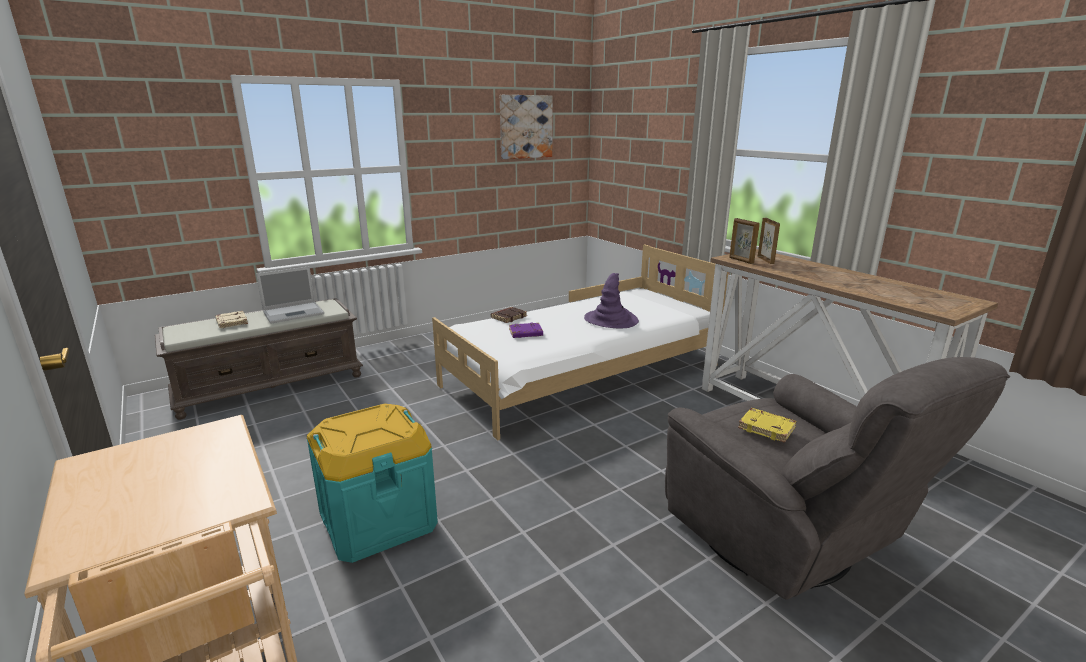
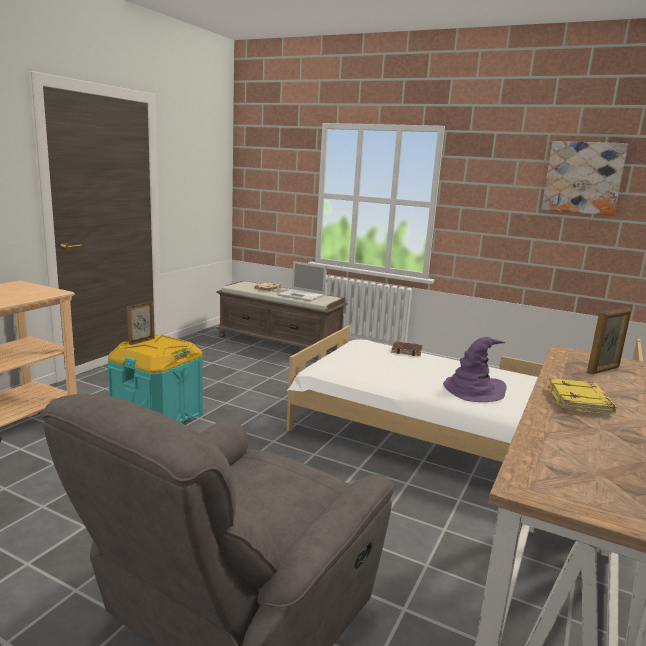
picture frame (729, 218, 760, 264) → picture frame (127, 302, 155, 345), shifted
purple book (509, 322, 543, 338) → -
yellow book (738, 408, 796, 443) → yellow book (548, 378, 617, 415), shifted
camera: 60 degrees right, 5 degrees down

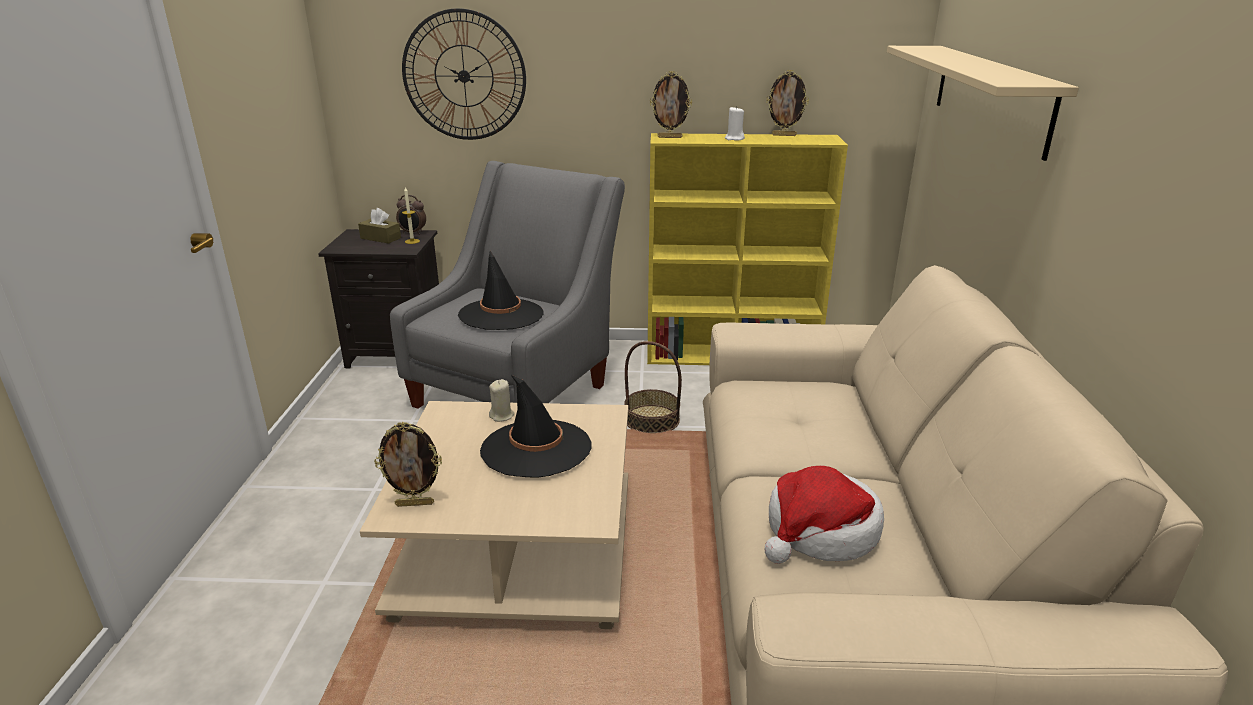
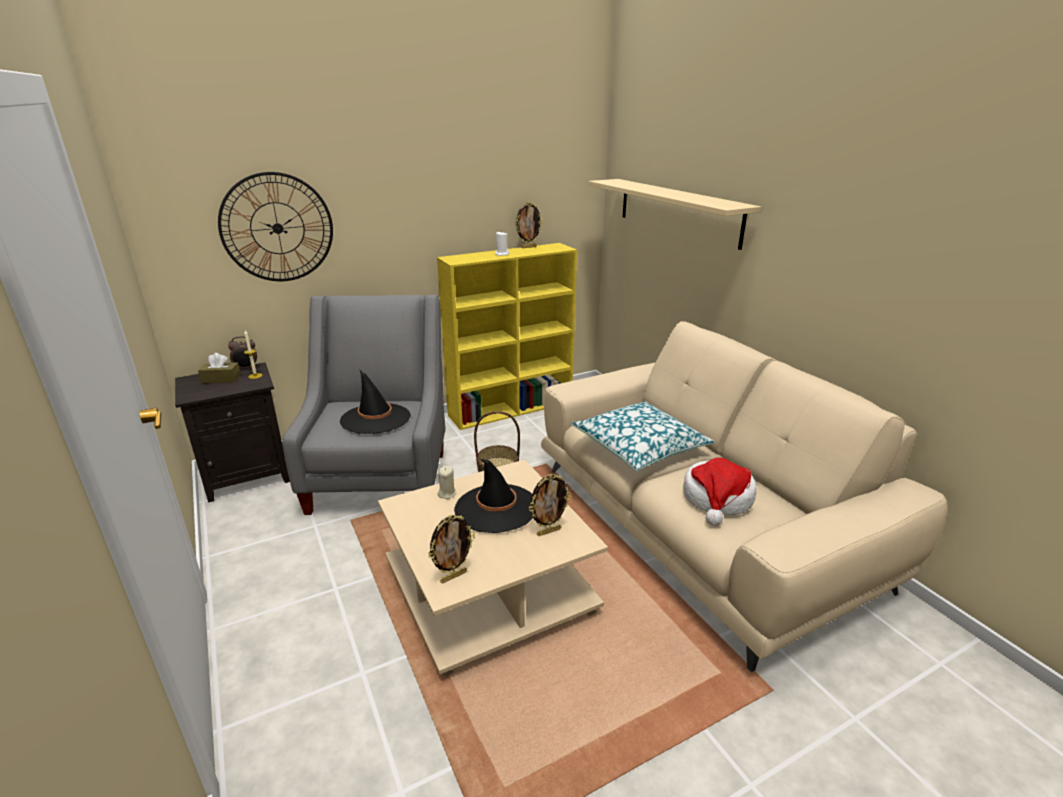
picture frame (650, 71, 692, 138) → picture frame (528, 474, 571, 536), shifted
- → pillow (572, 401, 715, 471)
camera: 30 degrees left, 0 degrees up

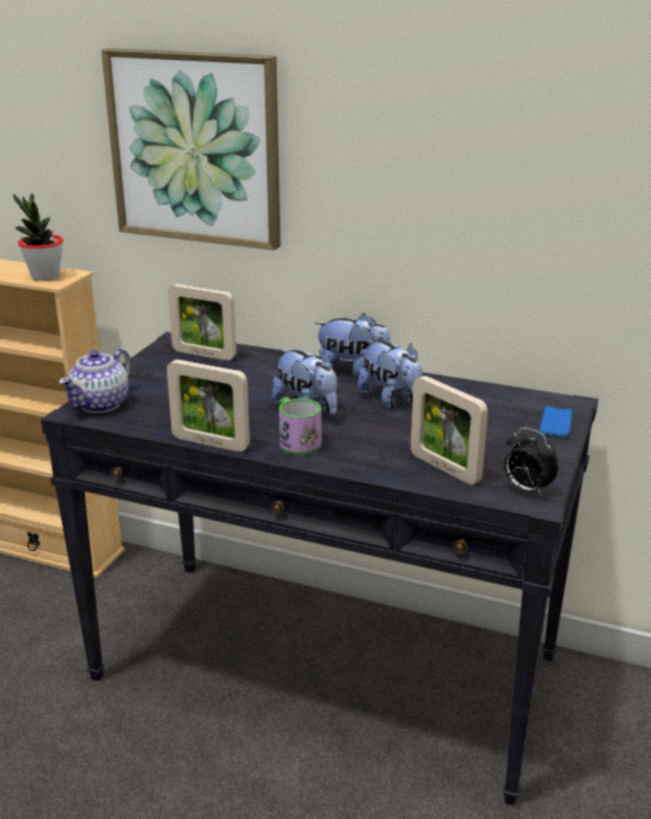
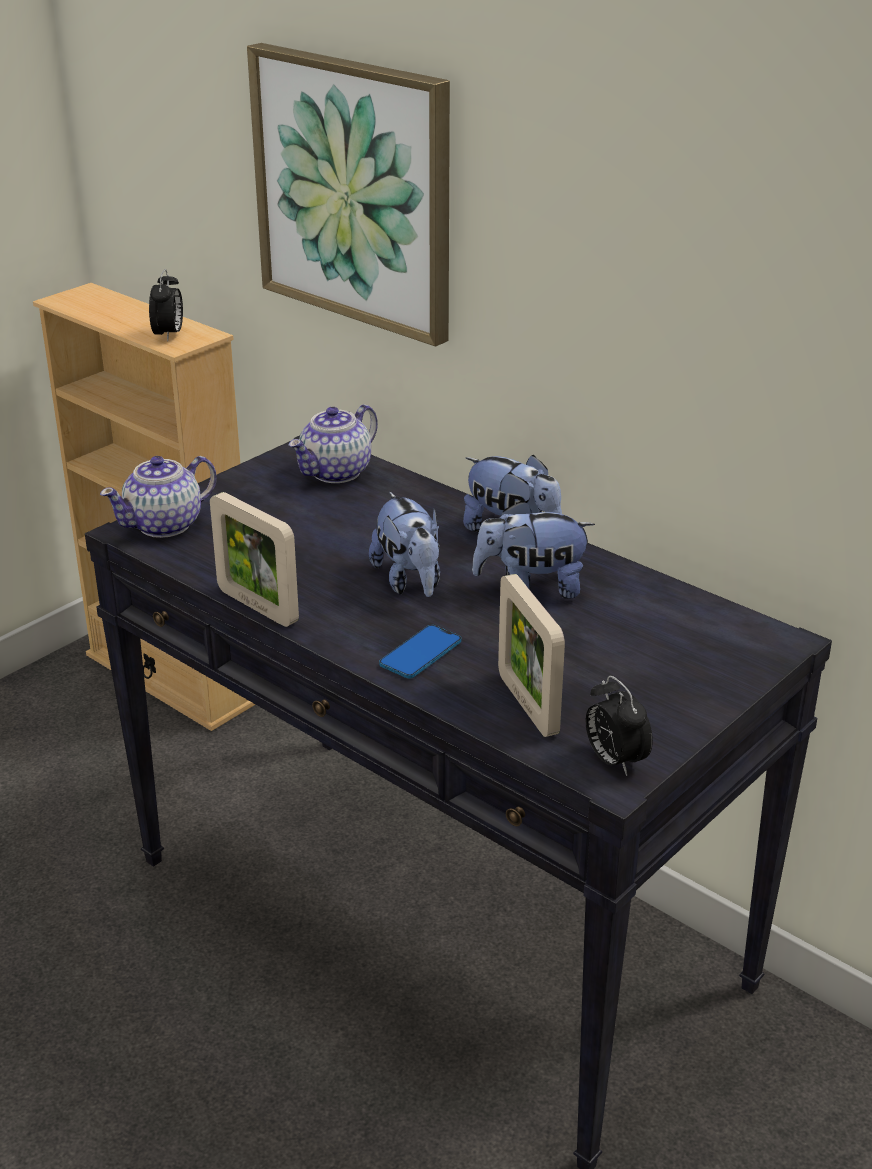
potted plant (13, 194, 63, 281) → alarm clock (149, 269, 183, 342)
picture frame (168, 284, 236, 361) → teapot (289, 404, 378, 483)
plush toy (357, 340, 423, 409) → plush toy (472, 500, 595, 599), 105 degrees clockwise
mug (279, 397, 321, 455) → -
phone (539, 406, 574, 438) → phone (379, 625, 461, 679), shifted
camera: 20 degrees right, 5 degrees up

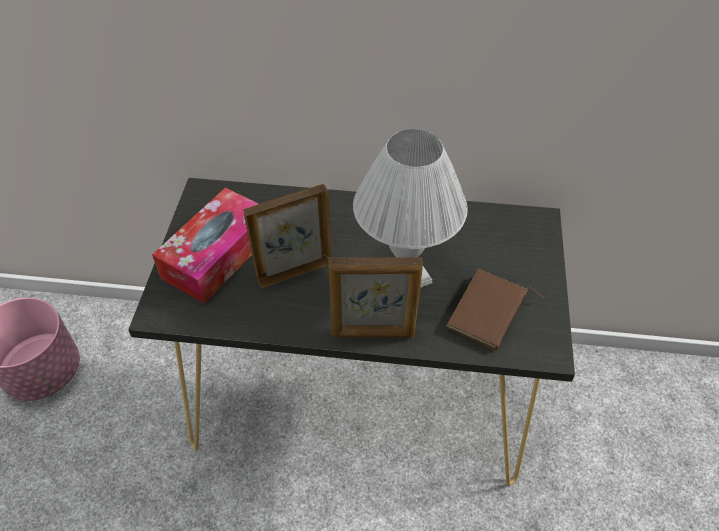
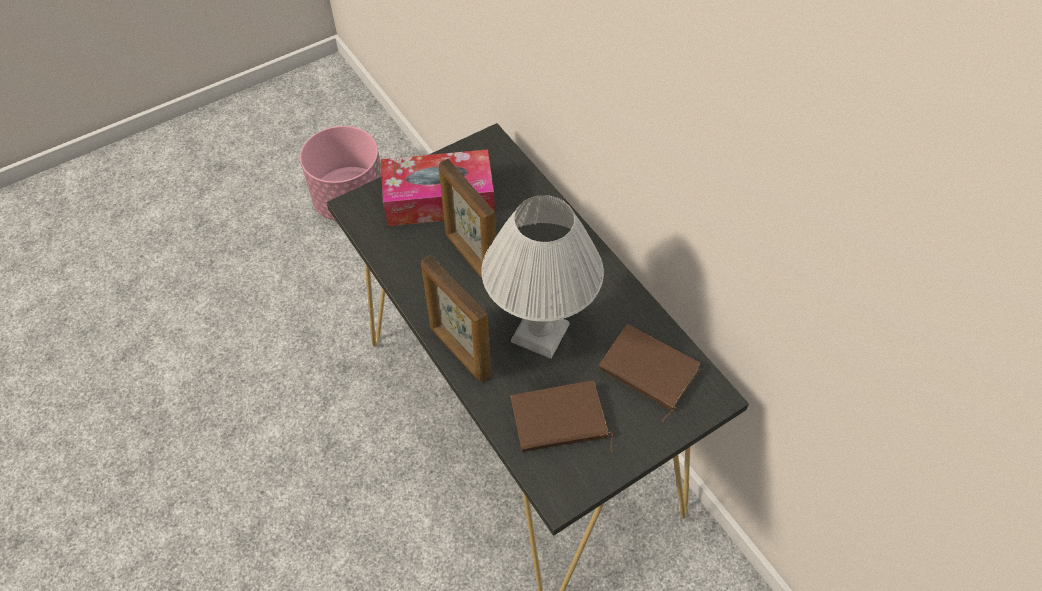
picture frame (244, 184, 332, 289) → picture frame (439, 159, 496, 279), 150 degrees counterclockwise
- → brown book (599, 324, 700, 423)
camera: 50 degrees right, 5 degrees up

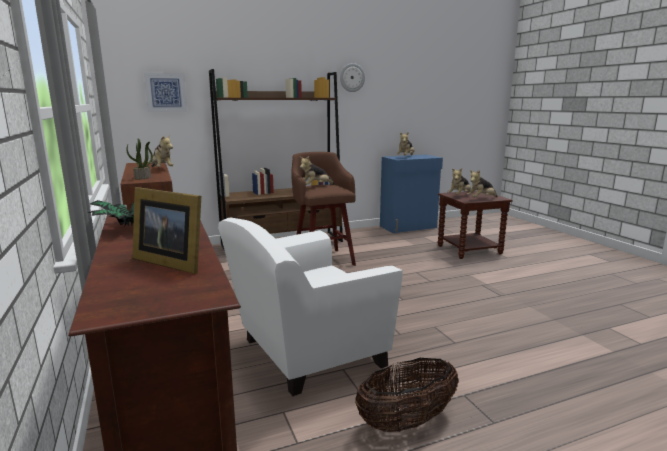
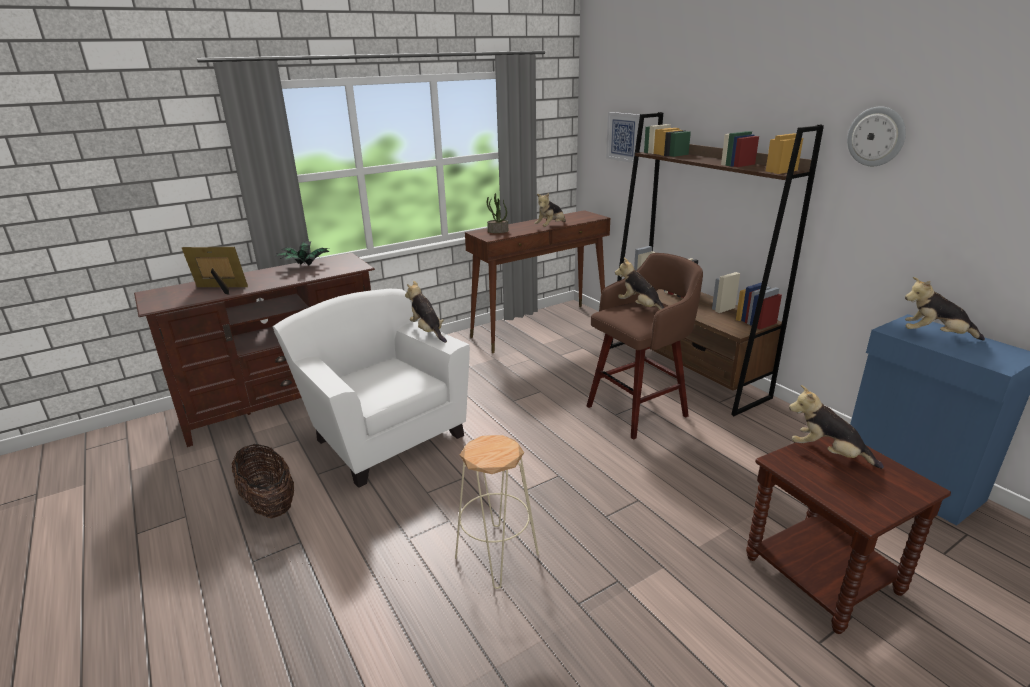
plush toy (467, 170, 498, 197) → plush toy (405, 281, 447, 343), shifted
picture frame (132, 187, 201, 274) → picture frame (182, 247, 248, 295), 75 degrees clockwise
- → beige stool (455, 435, 539, 589)
camera: 80 degrees right, 10 degrees up

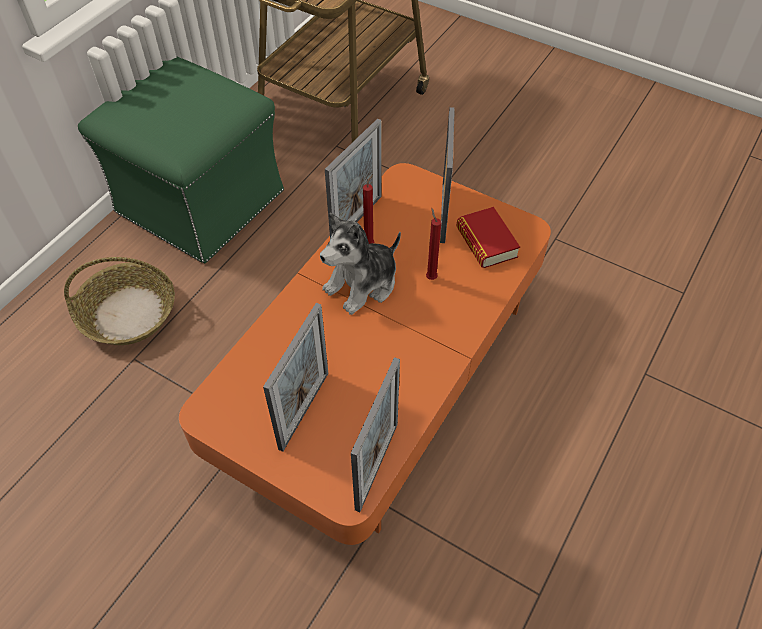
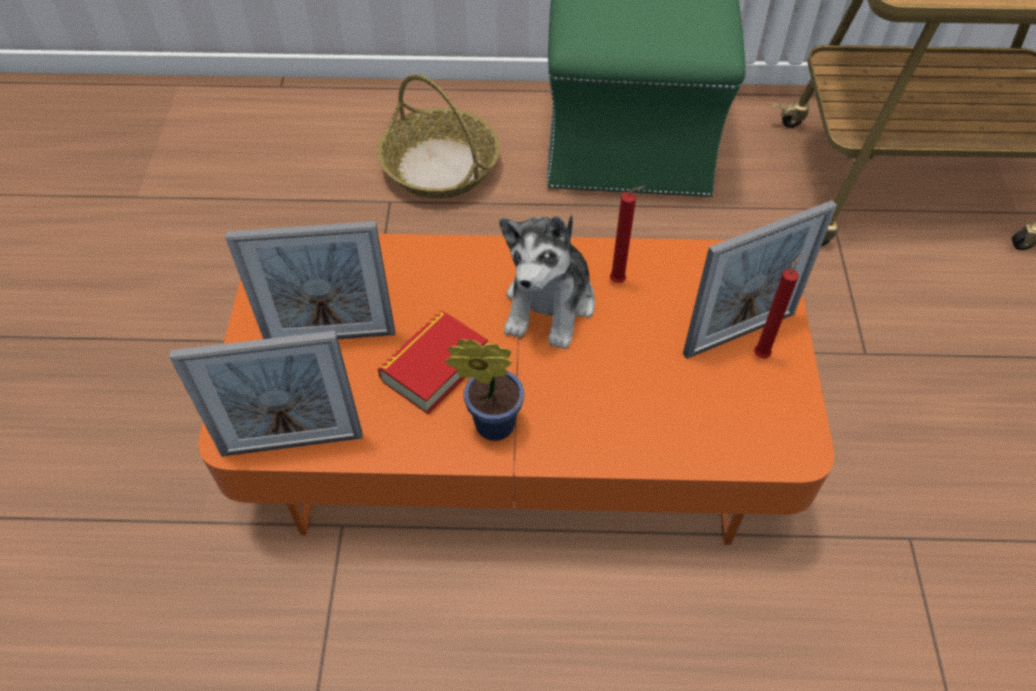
picture frame (325, 118, 381, 237) → -
book (456, 207, 520, 268) → book (378, 311, 488, 414), shifted
red candle (426, 208, 441, 280) → red candle (754, 254, 801, 358), shifted
plush toy (320, 213, 401, 315) → plush toy (499, 214, 595, 350), 90 degrees counterclockwise
- → potted plant (445, 339, 524, 441)
camera: 60 degrees right, 0 degrees up

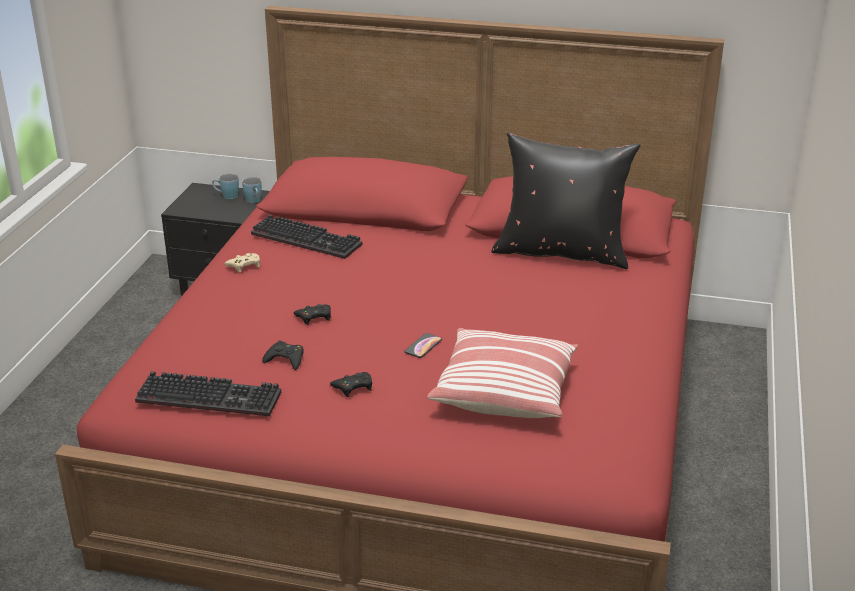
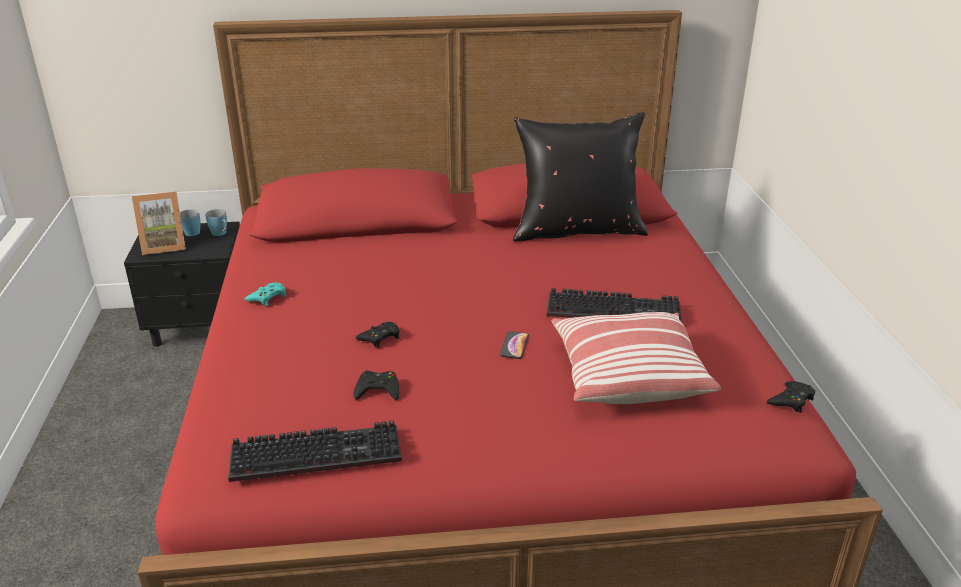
keyboard (251, 215, 362, 259) → keyboard (547, 288, 682, 322), shifted
beige game controller (224, 253, 260, 273) → turquoise game controller (245, 282, 286, 306)
black game controller (330, 372, 372, 397) → black game controller (766, 381, 815, 413), shifted
- → picture frame (132, 191, 186, 255)
camera: 20 degrees left, 0 degrees up

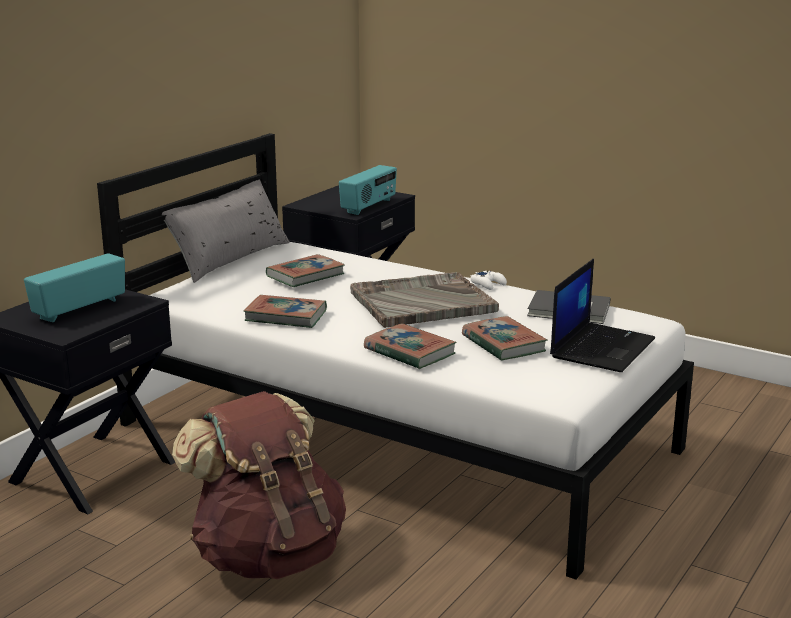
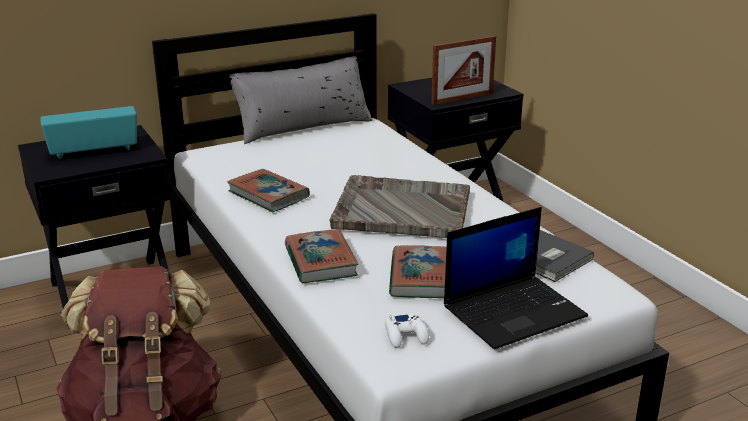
radio (339, 165, 397, 215) → picture frame (431, 36, 496, 105)
book (266, 254, 345, 287) → -
white game controller (470, 271, 507, 290) → white game controller (385, 313, 429, 348), shifted
camera: 30 degrees right, 5 degrees up

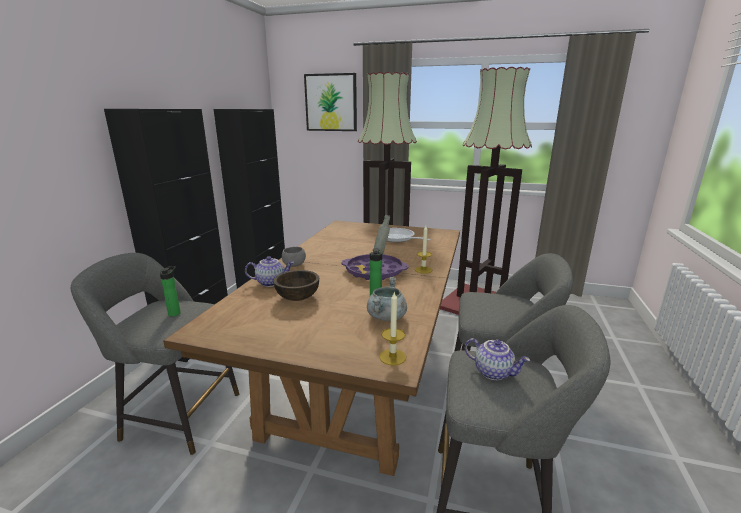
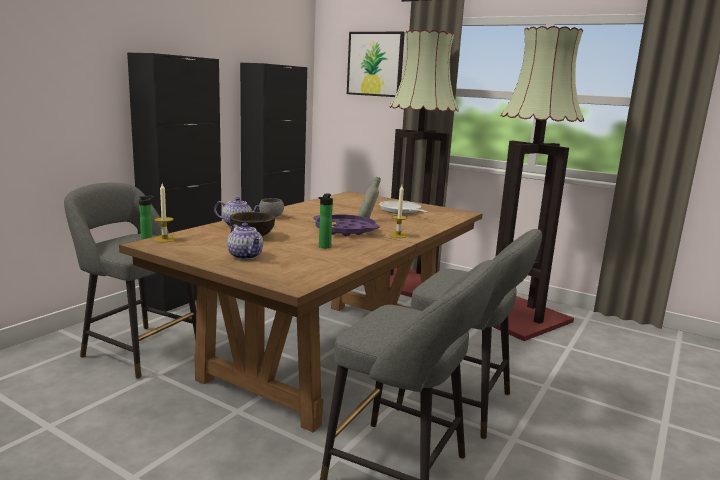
grey cooking pot (367, 277, 407, 321) → -
candle (379, 291, 406, 365) → candle (154, 184, 176, 242), shifted
teapot (465, 338, 530, 380) → teapot (227, 223, 263, 260), shifted
camera: 15 degrees right, 5 degrees down

